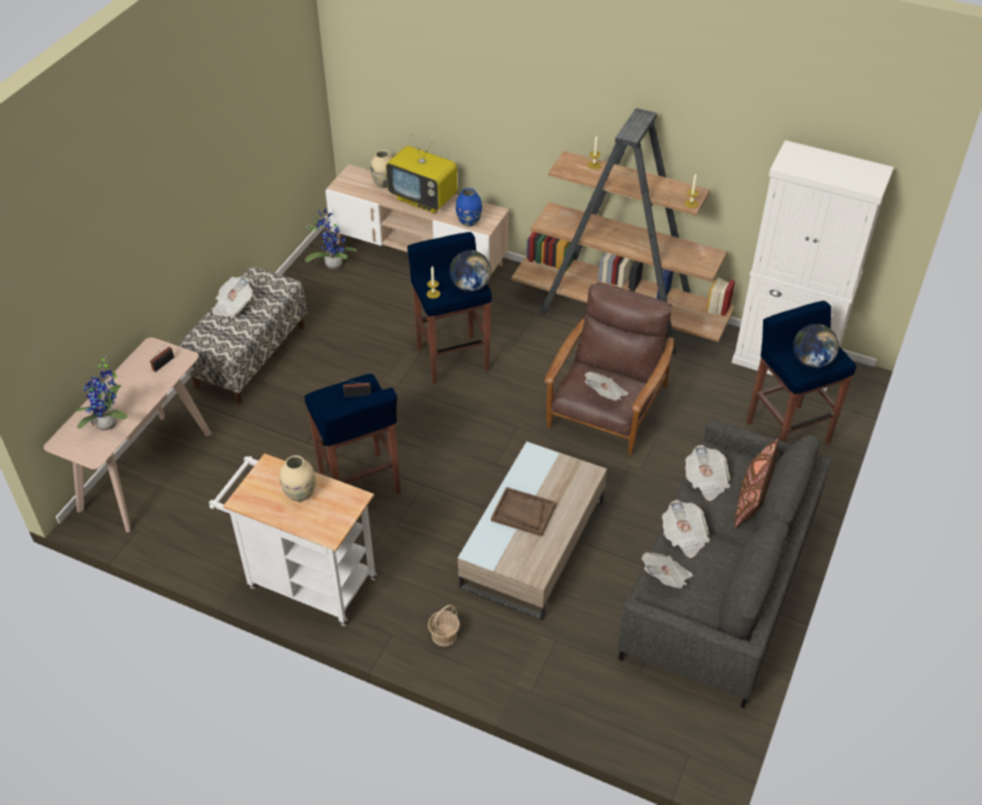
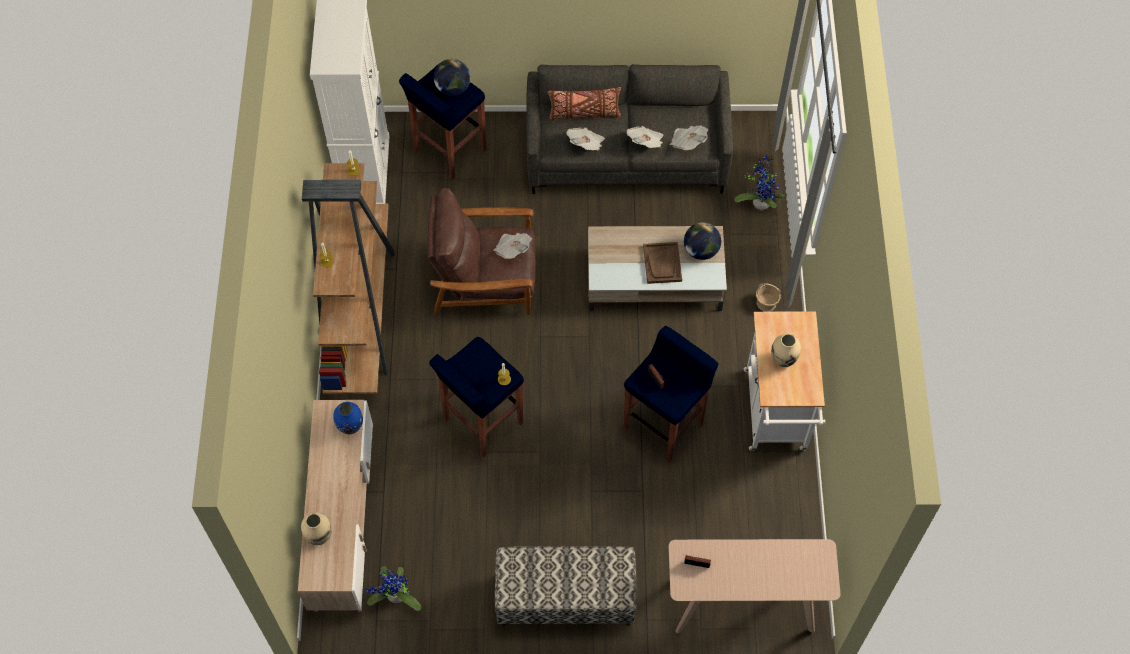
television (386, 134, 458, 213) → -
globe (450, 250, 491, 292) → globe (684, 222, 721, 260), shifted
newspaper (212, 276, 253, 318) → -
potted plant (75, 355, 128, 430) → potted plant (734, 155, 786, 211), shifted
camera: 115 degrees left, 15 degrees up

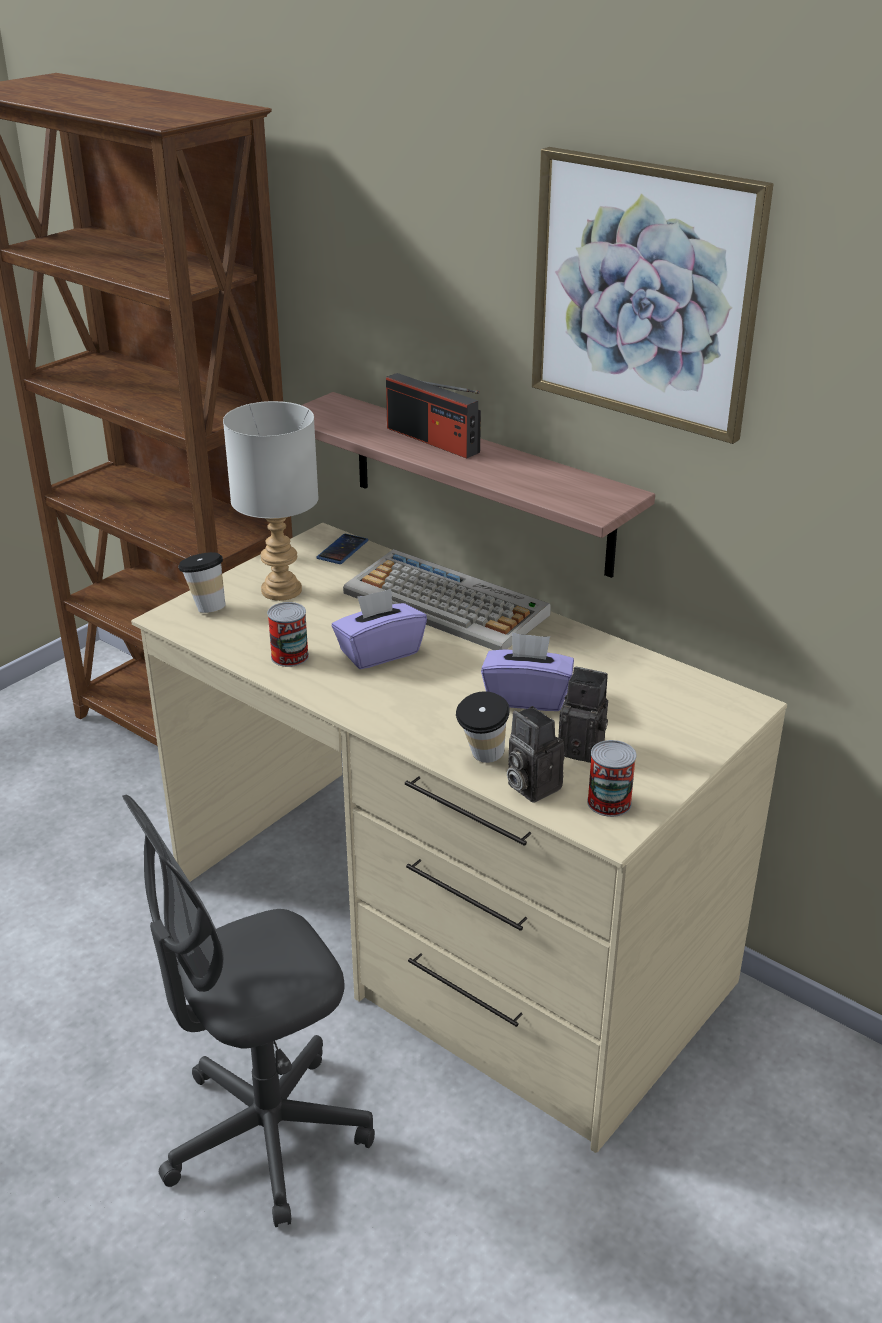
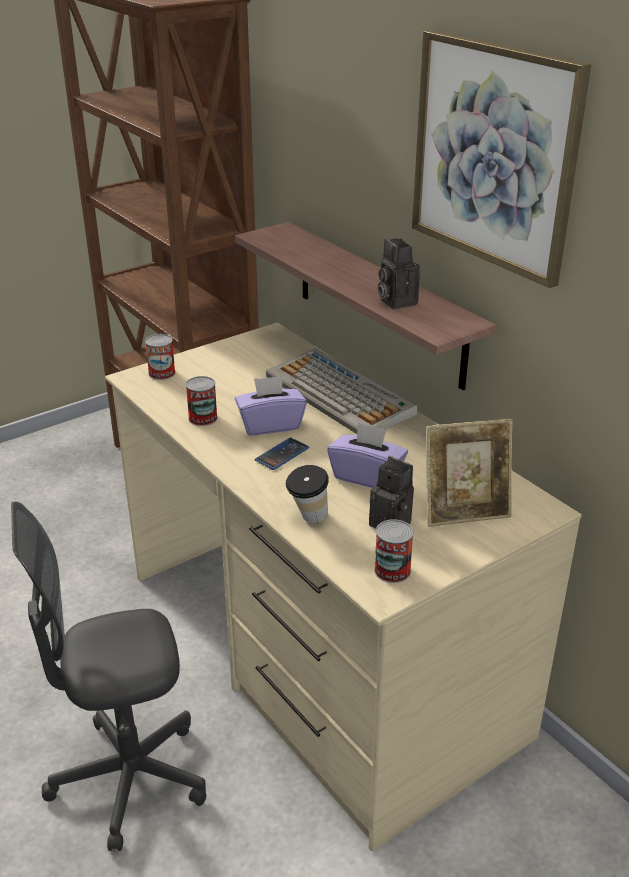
radio (386, 373, 481, 459) → -
grey table lamp (223, 401, 319, 601) → -
phone (316, 534, 368, 564) → phone (255, 438, 309, 470), shifted
cup (178, 552, 226, 613) → can (145, 334, 176, 380)
photo camera (507, 706, 564, 803) → photo camera (378, 238, 420, 309), shifted
- → picture frame (426, 419, 512, 527)
camera: 15 degrees right, 0 degrees up

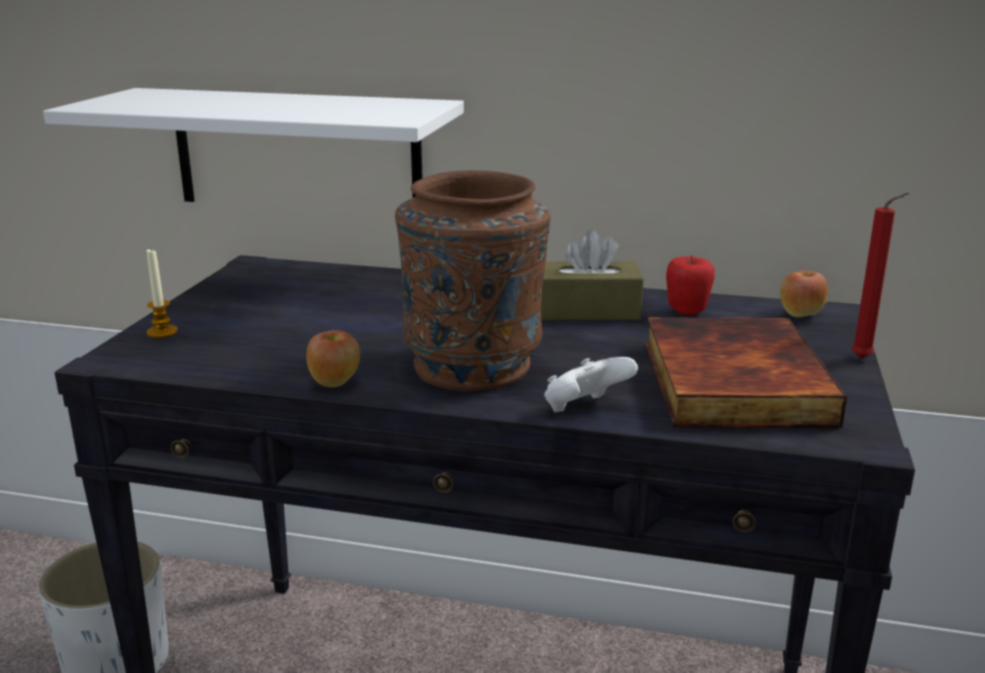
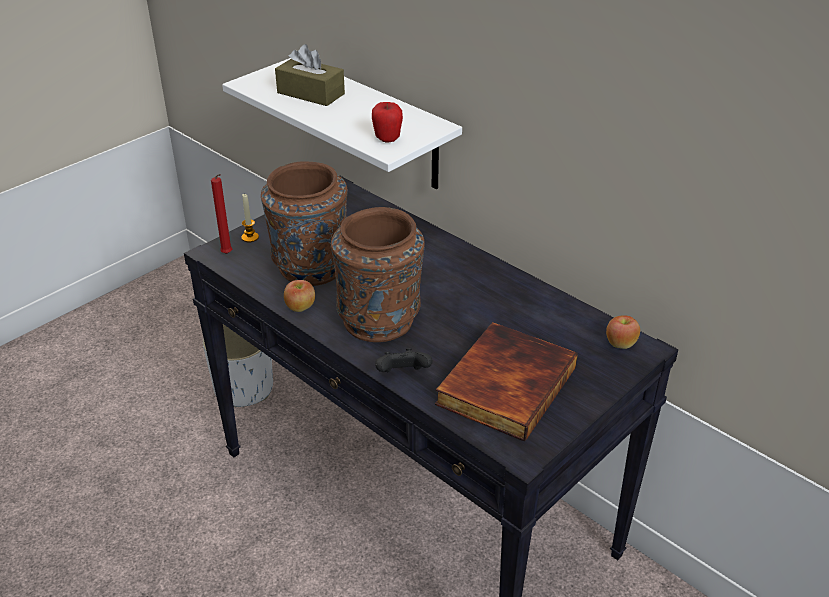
red candle (851, 193, 909, 359) → red candle (211, 174, 232, 254), shifted
brown tissue box (541, 230, 643, 320) → brown tissue box (275, 44, 345, 106), shifted
apple (666, 255, 715, 315) → apple (372, 102, 403, 142), shifted
white game controller (544, 357, 638, 412) → black game controller (375, 348, 433, 372)
- → brown vase (261, 161, 347, 286)
camera: 30 degrees right, 15 degrees up

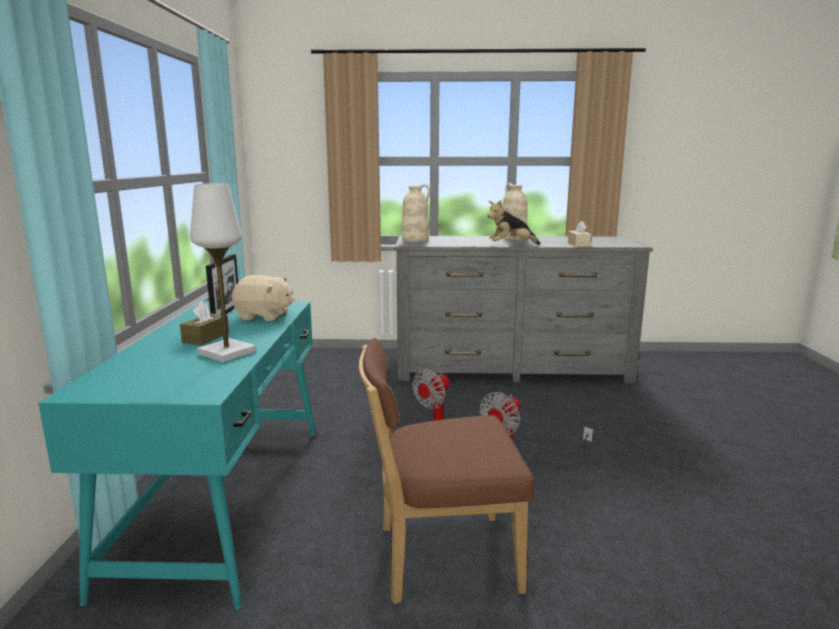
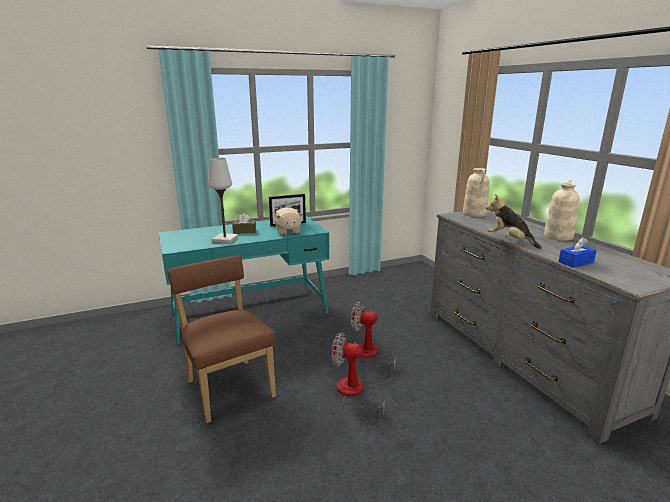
beige tissue box (568, 221, 591, 247) → blue tissue box (558, 237, 597, 268)
camera: 65 degrees right, 5 degrees up

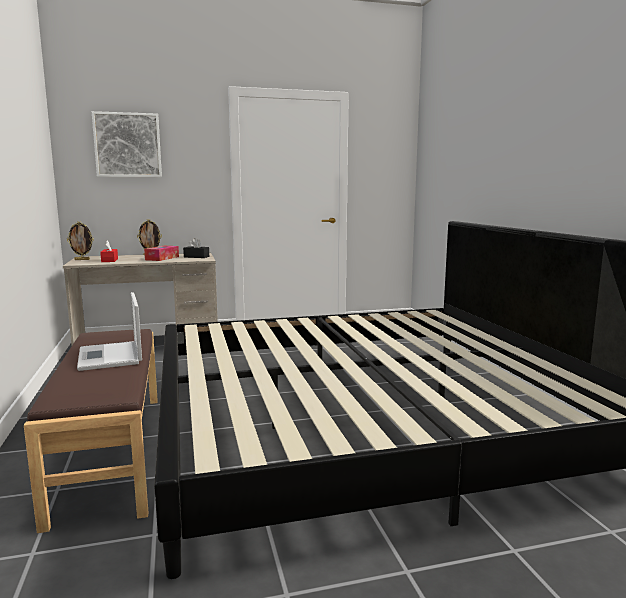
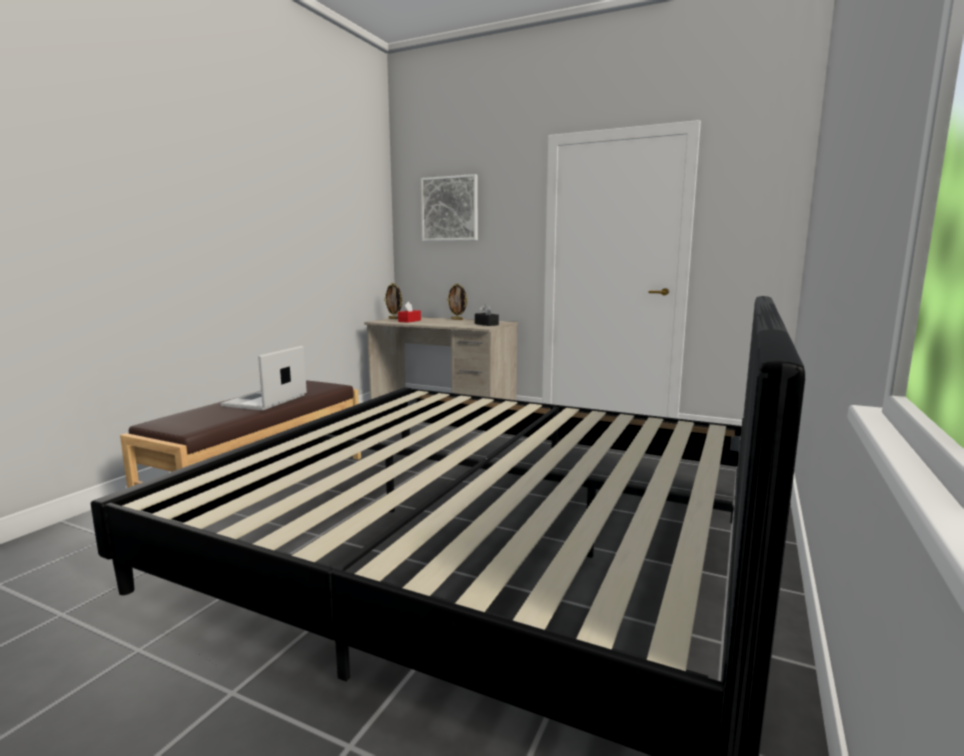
tissue box (144, 246, 179, 261) → -
camera: 40 degrees right, 0 degrees up

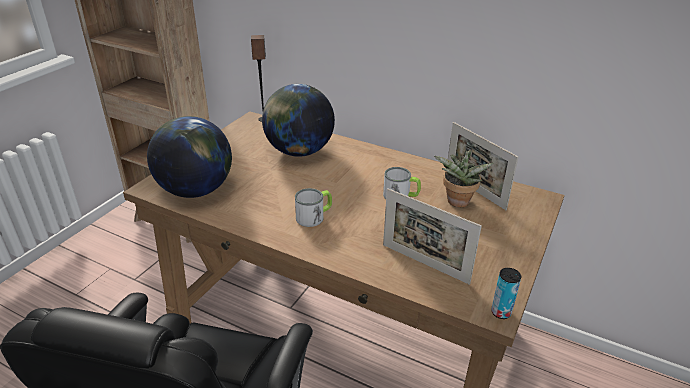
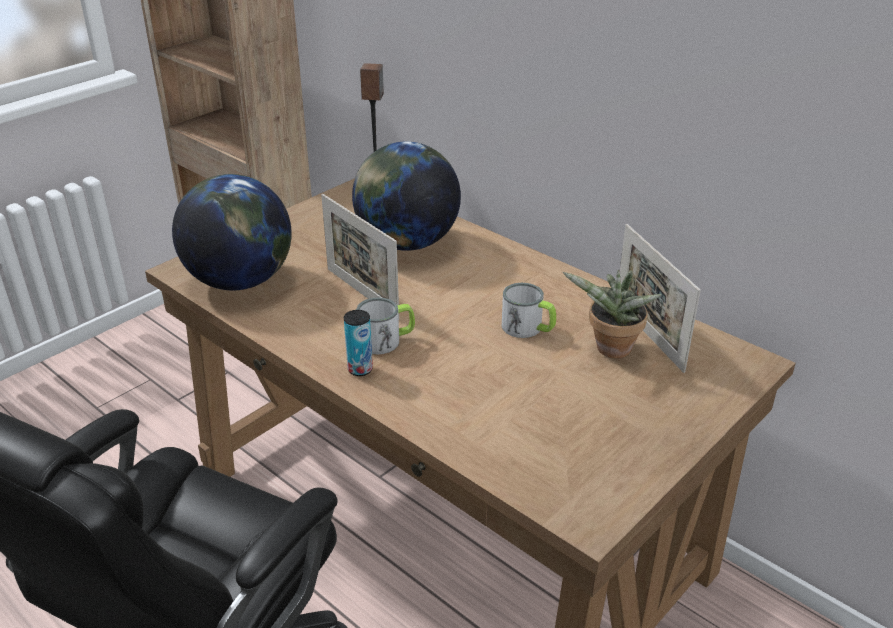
picture frame (383, 189, 482, 285) → picture frame (321, 194, 399, 318), shifted
can (491, 268, 521, 319) → can (344, 310, 373, 376), shifted
camera: 15 degrees right, 0 degrees up

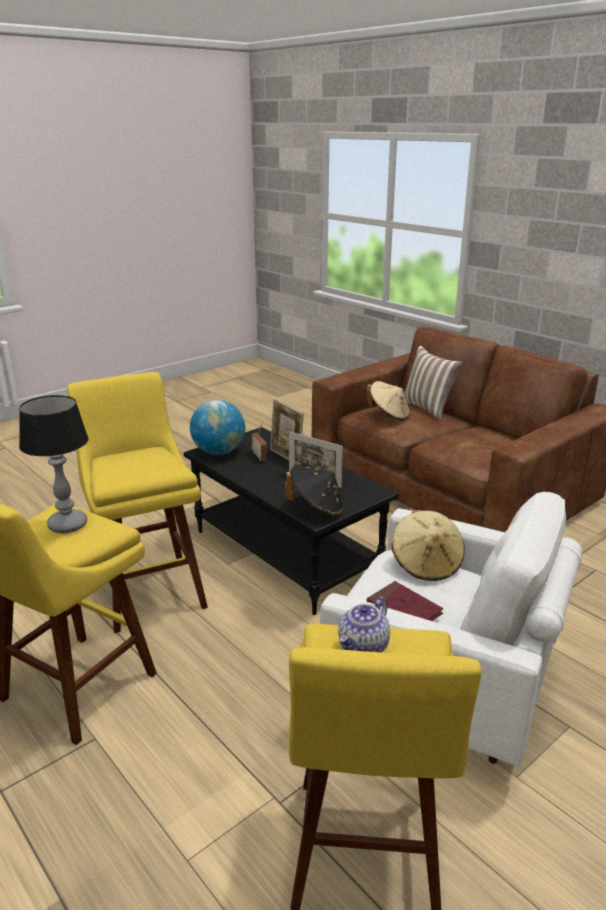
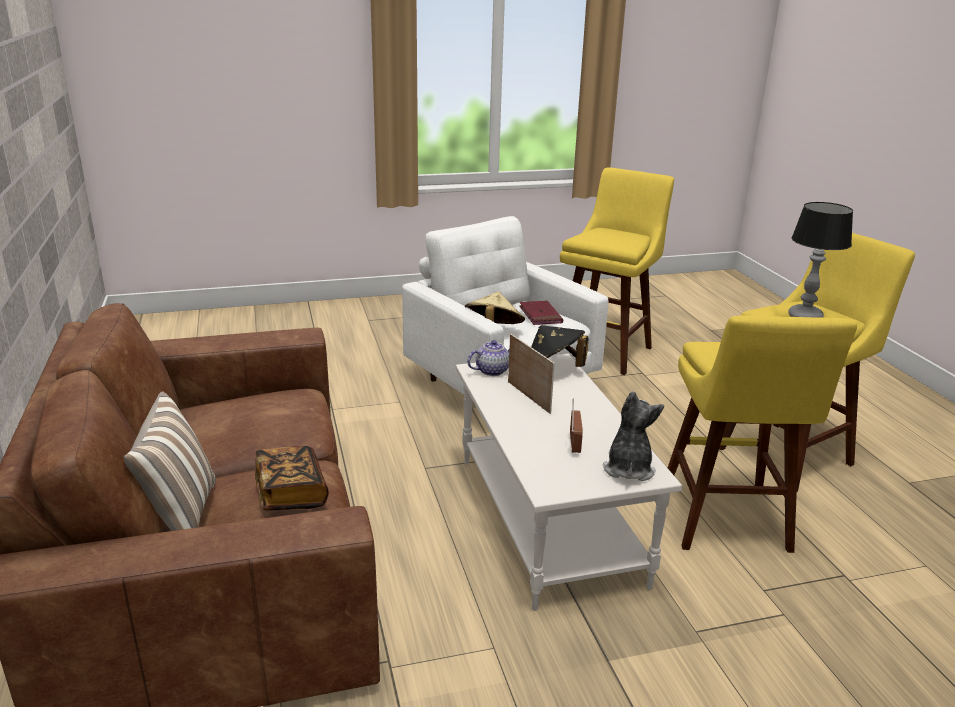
beige hat (367, 381, 410, 420) → book (255, 446, 328, 510)
picture frame (270, 399, 304, 460) → -
globe (190, 400, 245, 455) → plush toy (603, 391, 664, 481)
black coffee table (184, 427, 399, 615) → white coffee table (455, 354, 682, 611)
teapot (338, 597, 390, 652) → teapot (467, 340, 509, 376), shifted
camera: 155 degrees left, 0 degrees up

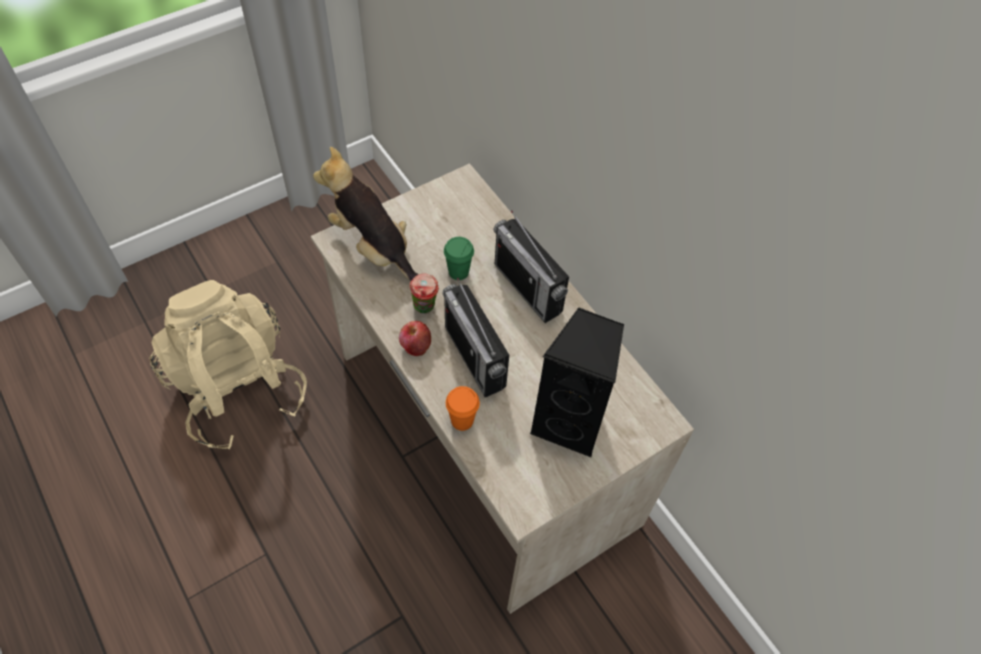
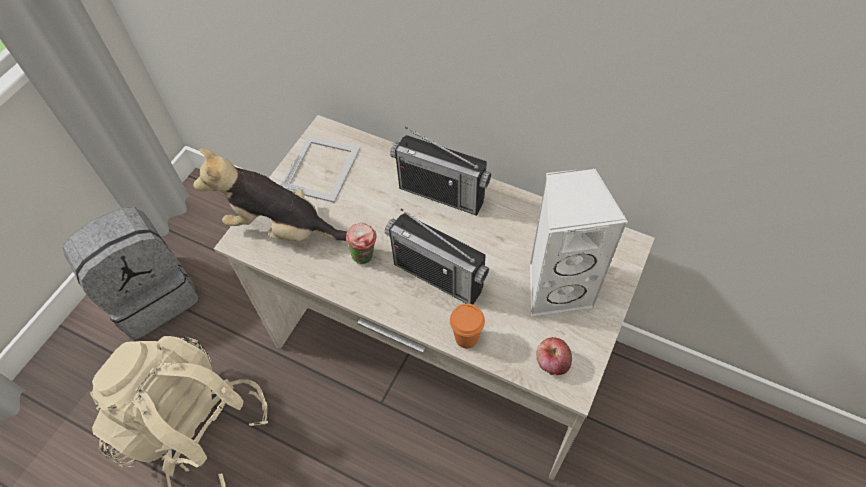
green cup (444, 237, 474, 280) → -
black speaker (530, 307, 624, 457) → white speaker (530, 167, 628, 316)
apple (399, 321, 431, 356) → apple (536, 337, 572, 375), shifted
- → picture frame (280, 136, 360, 203)
- → grey backpack (62, 207, 199, 340)
camera: 25 degrees left, 0 degrees up

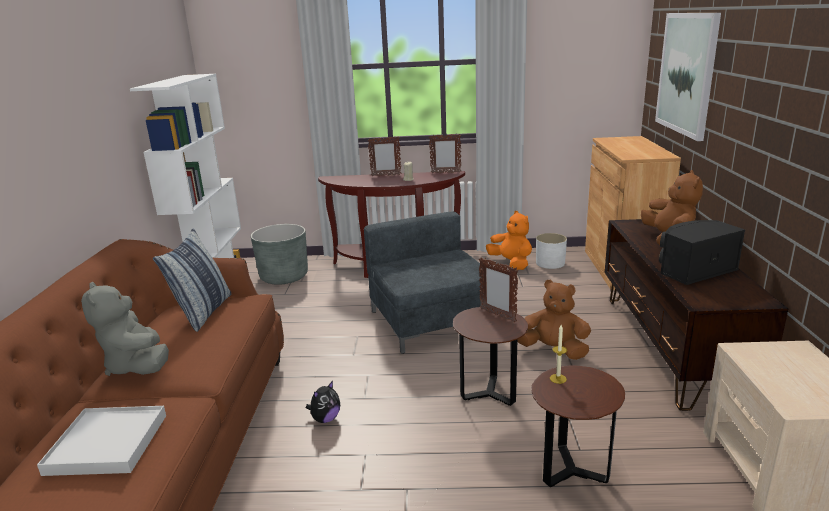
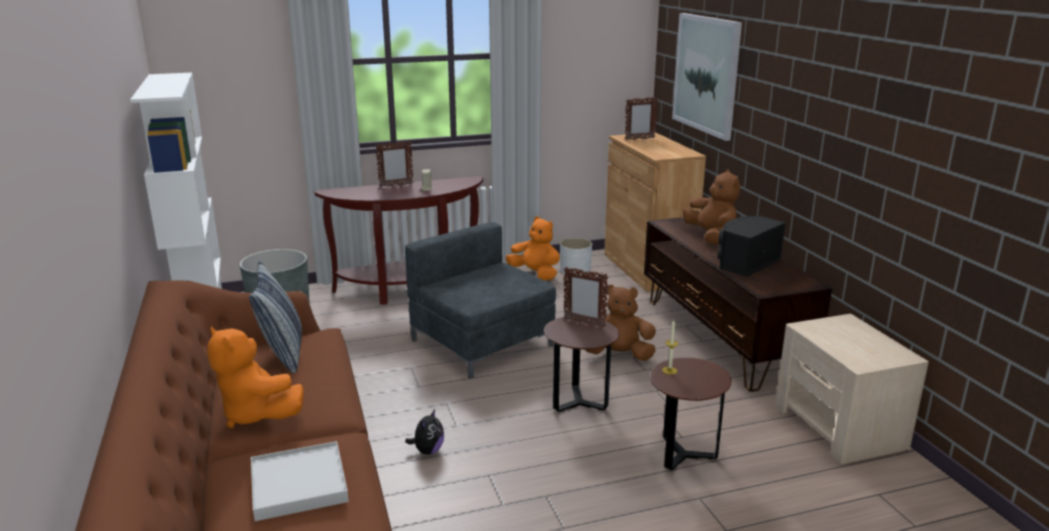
picture frame (429, 134, 461, 173) → picture frame (625, 97, 658, 140), shifted
grey plush toy (81, 282, 169, 376) → orange plush toy (207, 327, 304, 428)
camera: 20 degrees left, 0 degrees up

